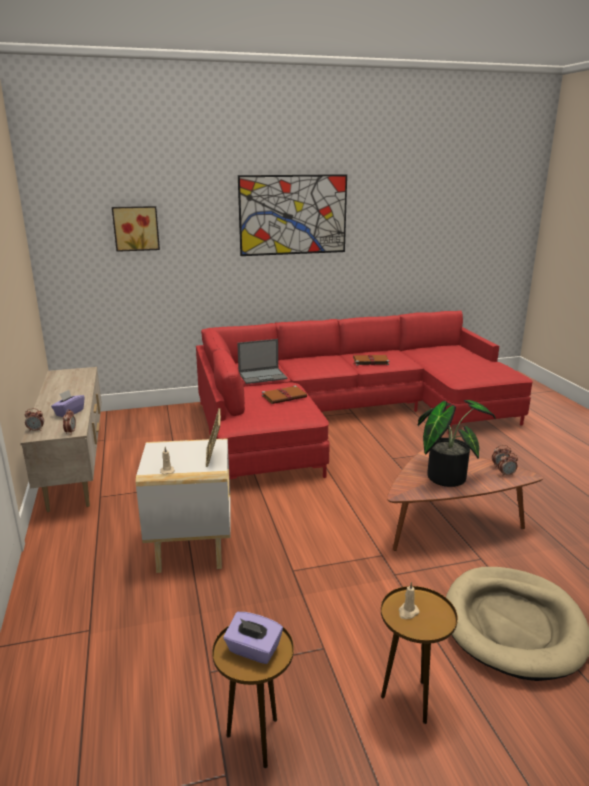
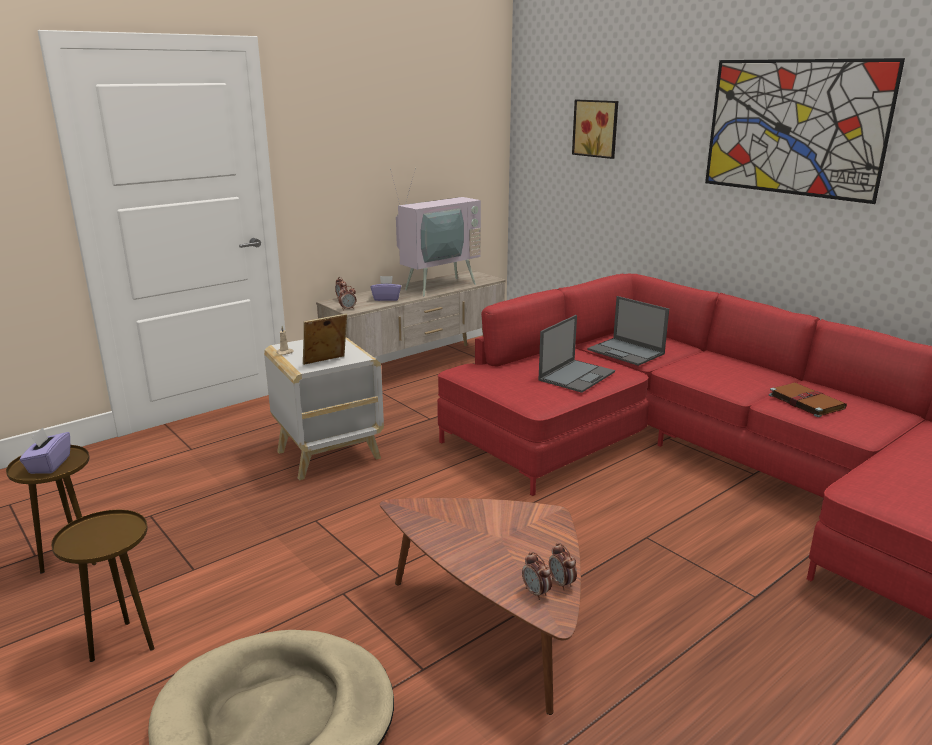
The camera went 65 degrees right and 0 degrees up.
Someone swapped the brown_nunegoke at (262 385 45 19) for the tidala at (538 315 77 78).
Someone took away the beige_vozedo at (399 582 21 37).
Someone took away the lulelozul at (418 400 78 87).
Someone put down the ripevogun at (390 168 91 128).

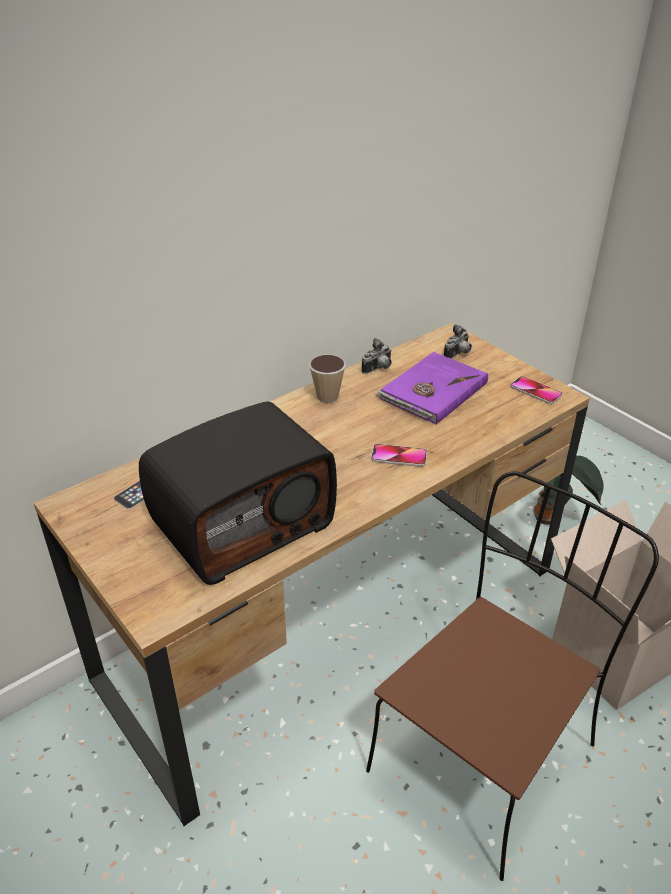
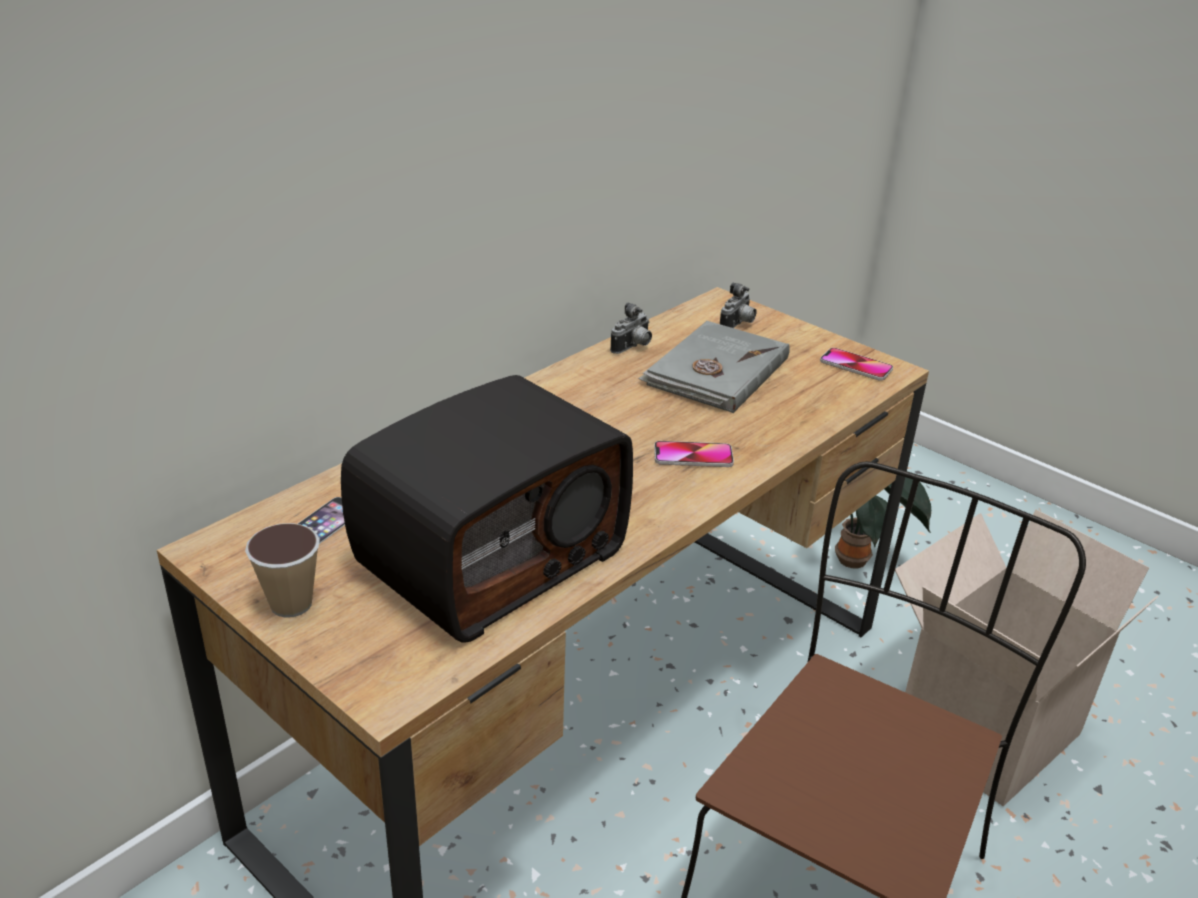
The camera went 10 degrees left and 5 degrees down.
Someone carried the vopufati from (309 355 37 48) to (245 523 75 95).
Someone repainted the purple_nunegoke at (375 352 113 72), which became the grey_nunegoke at (639 321 151 92).

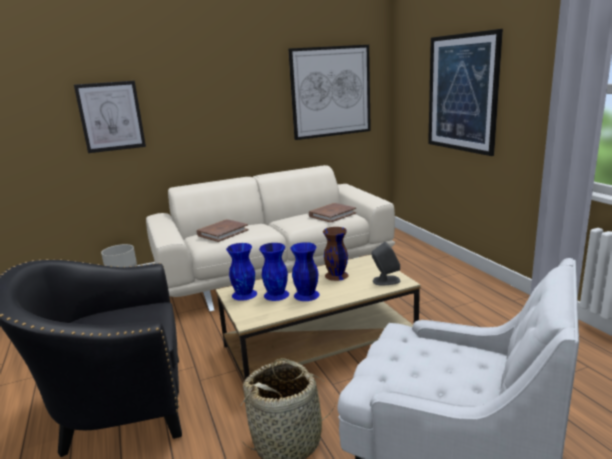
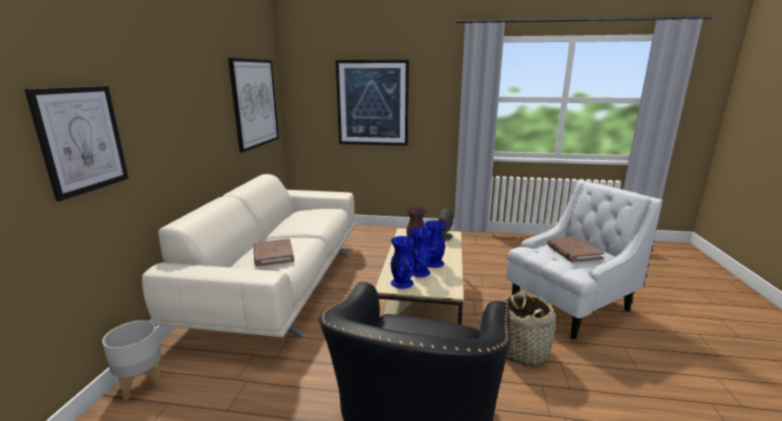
The camera went 60 degrees left and 0 degrees up.
Someone carried the brown_nunegoke from (309 203 47 20) to (547 236 58 26).

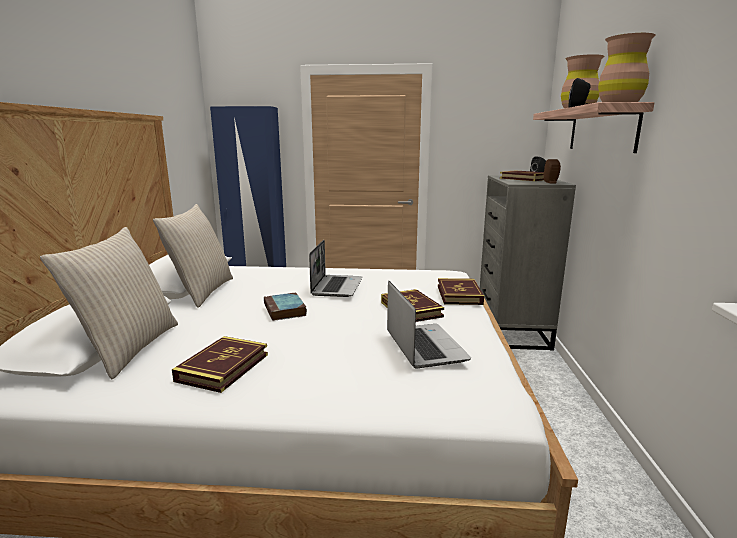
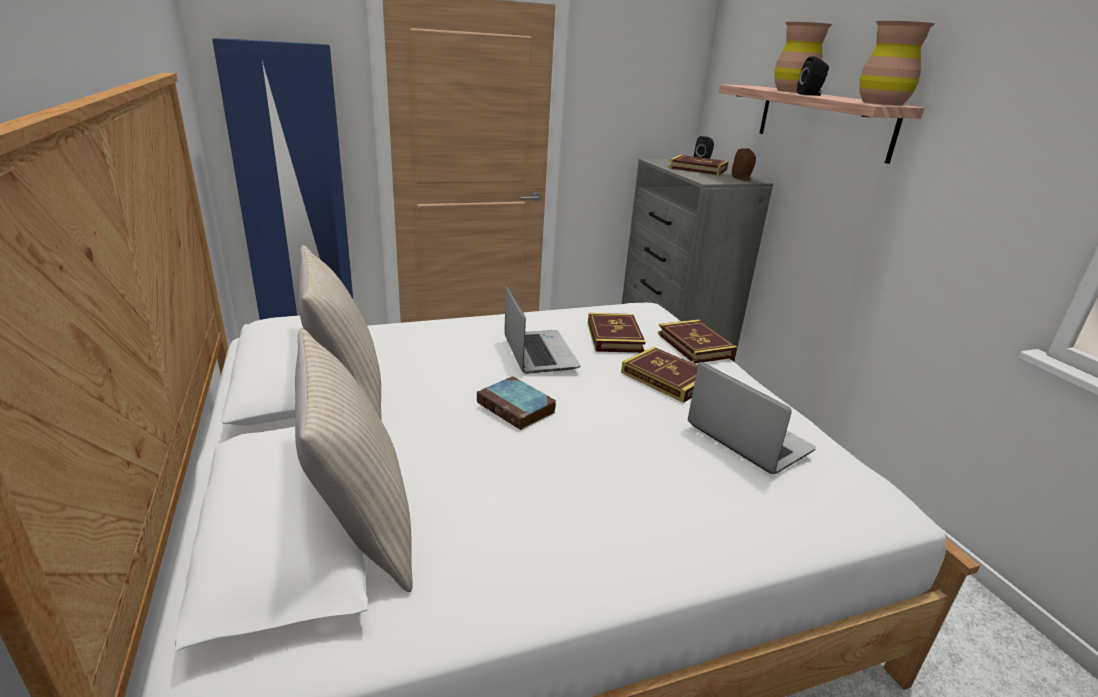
The camera went 25 degrees left and 10 degrees up.
Someone carried the nunegoke from (172 336 96 57) to (588 313 58 40).

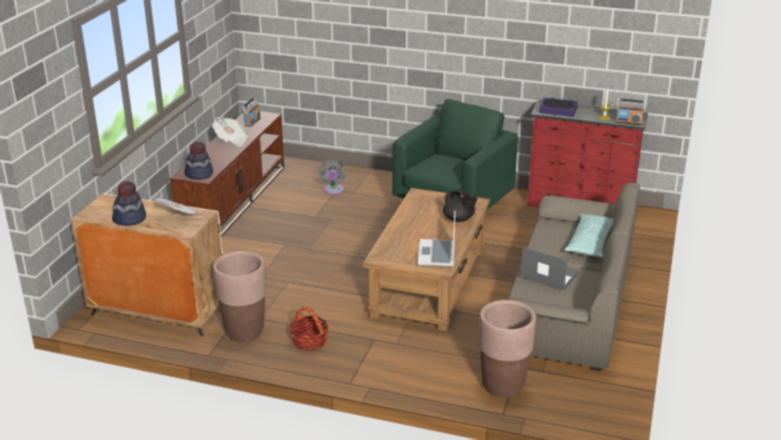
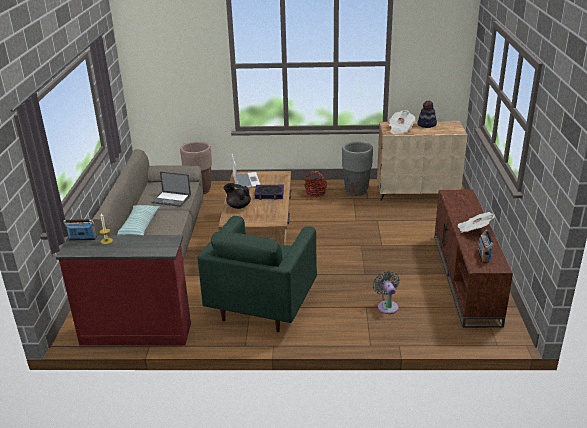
The camera went 165 degrees right and 0 degrees up.
Someone took away the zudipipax at (184 141 29 39).
Someone repainted the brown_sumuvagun at (213 251 54 91), which became the grey_sumuvagun at (342 141 31 55).
Someone carried the nunegoke from (539 98 39 19) to (254 185 30 15).

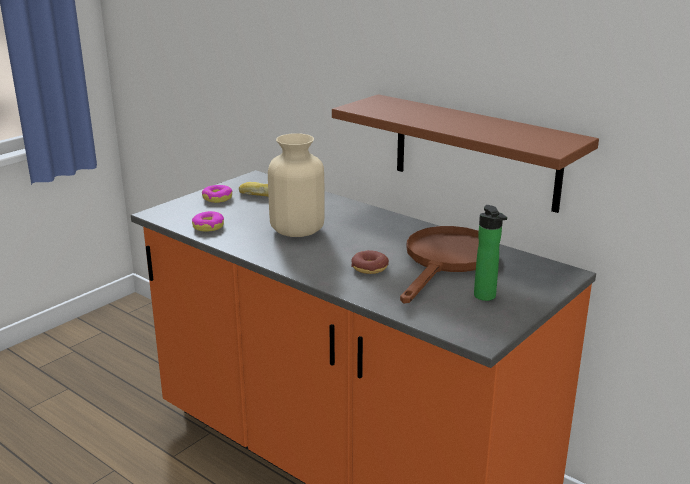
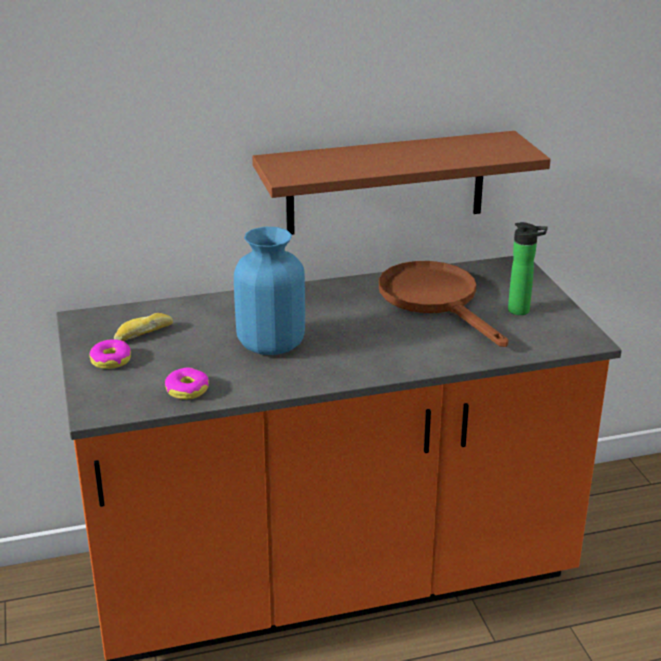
The camera went 55 degrees left and 5 degrees up.
Someone repainted the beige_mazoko at (268 134 57 103), which became the blue_mazoko at (234 227 71 128).
Someone took away the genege at (351 250 38 24).

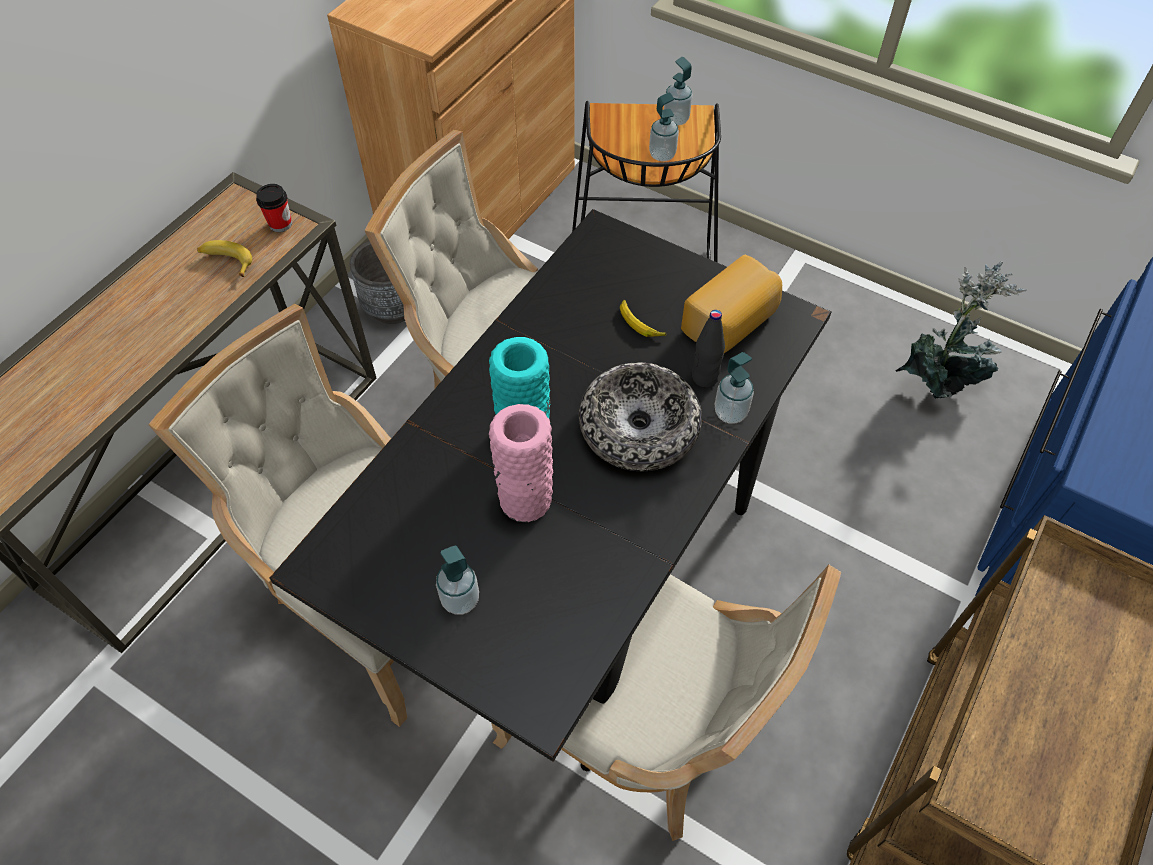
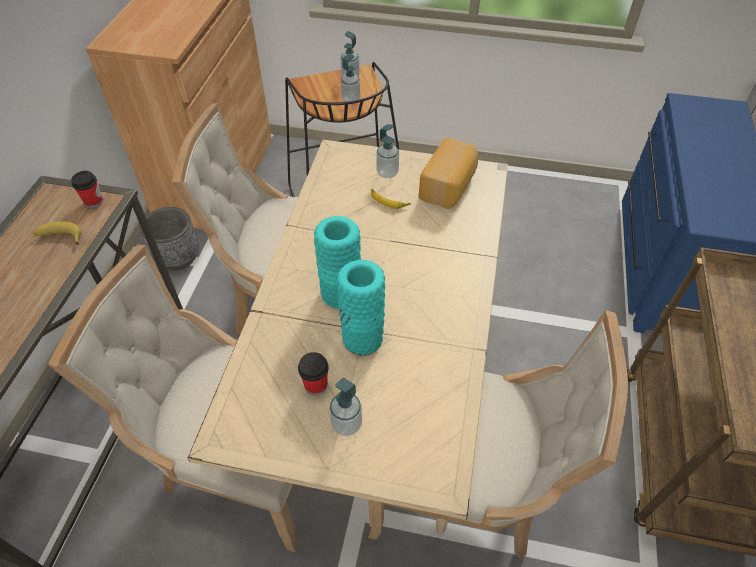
The camera went 20 degrees left and 5 degrees down.
Someone repainted the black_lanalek at (270 209 561 562), which became the beige_lanalek at (188 140 320 393).
Someone repainted the pink_mazoko at (489 404 64 118), which became the turquoise_mazoko at (337 260 48 96).
Someone took away the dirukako at (579 363 123 108).
Someone took away the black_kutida at (692 310 33 77).
Someone carried the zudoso from (715 352 39 72) to (376 124 23 54).
Someone took away the lulelozul at (896 261 130 138).
Someone put down the vopufati at (298 352 31 43).

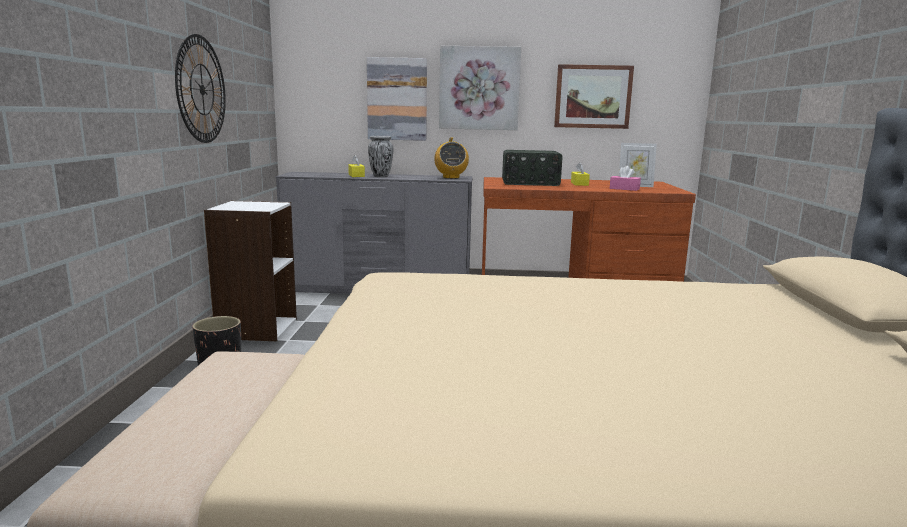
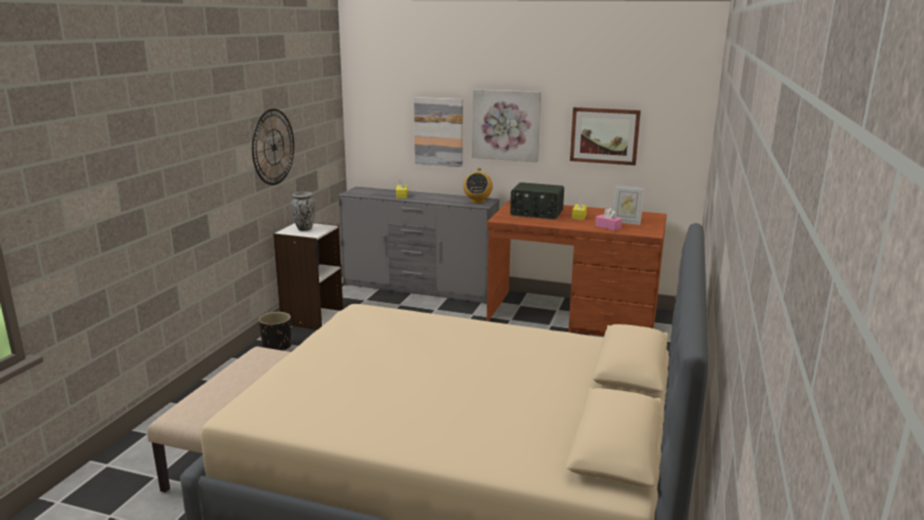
The camera went 15 degrees right and 5 degrees up.
Someone carried the mazoko from (368 136 25 41) to (291 192 24 39).

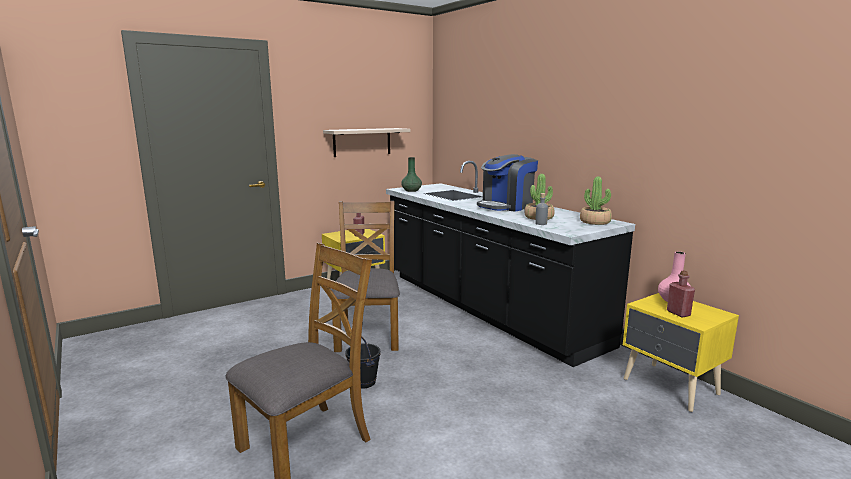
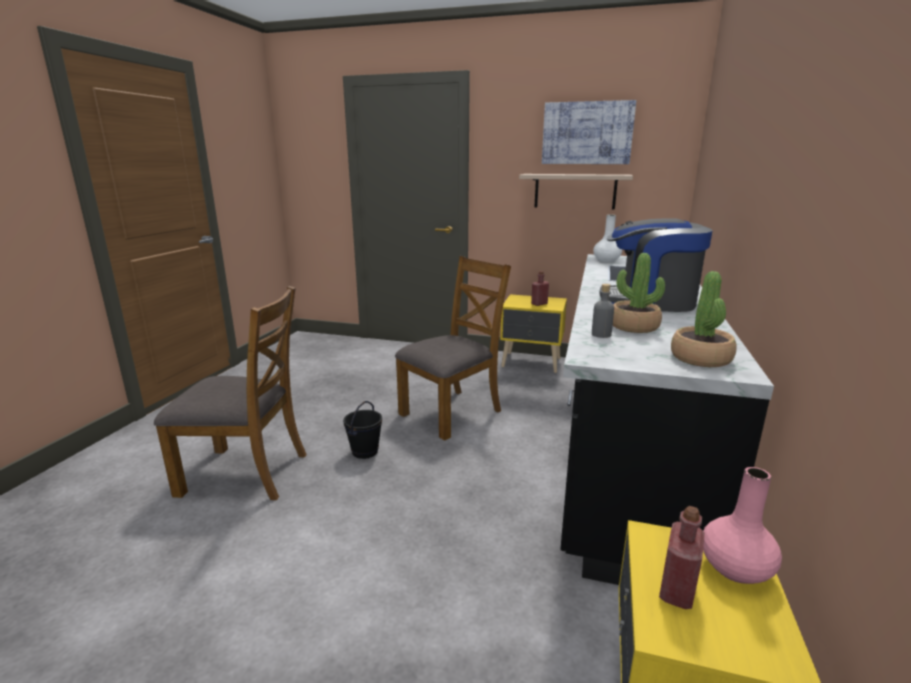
The camera went 50 degrees right and 5 degrees up.
Someone repainted the green_mazoko at (401 157 21 35), which became the white_mazoko at (593 215 29 47).
Someone put up the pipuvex at (542 100 94 64).

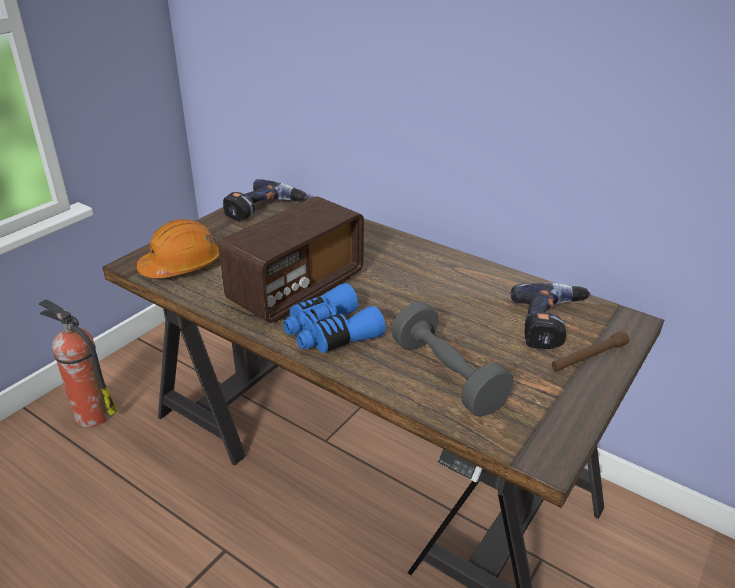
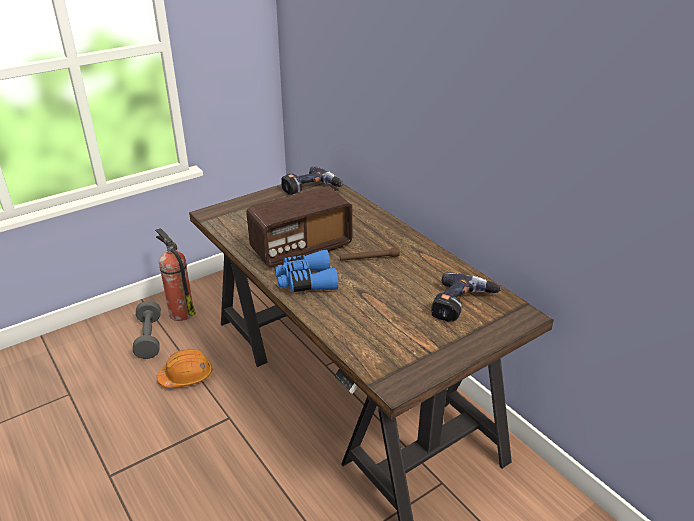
The camera went 20 degrees right and 0 degrees up.
Someone carried the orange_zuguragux from (137 219 82 59) to (157 349 55 39).
Someone carried the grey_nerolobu from (391 301 122 116) to (133 301 28 58).
Someone carried the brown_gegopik from (552 331 77 40) to (340 248 60 13).

